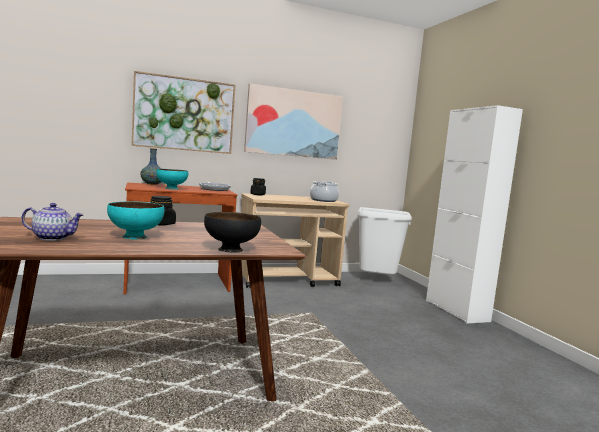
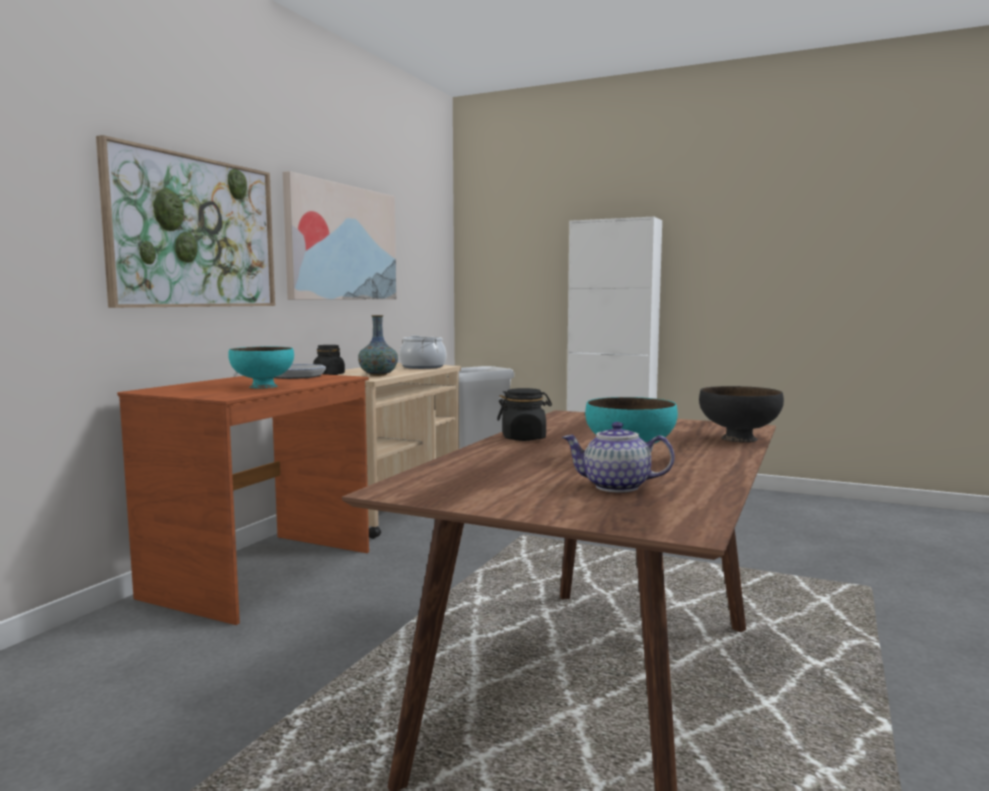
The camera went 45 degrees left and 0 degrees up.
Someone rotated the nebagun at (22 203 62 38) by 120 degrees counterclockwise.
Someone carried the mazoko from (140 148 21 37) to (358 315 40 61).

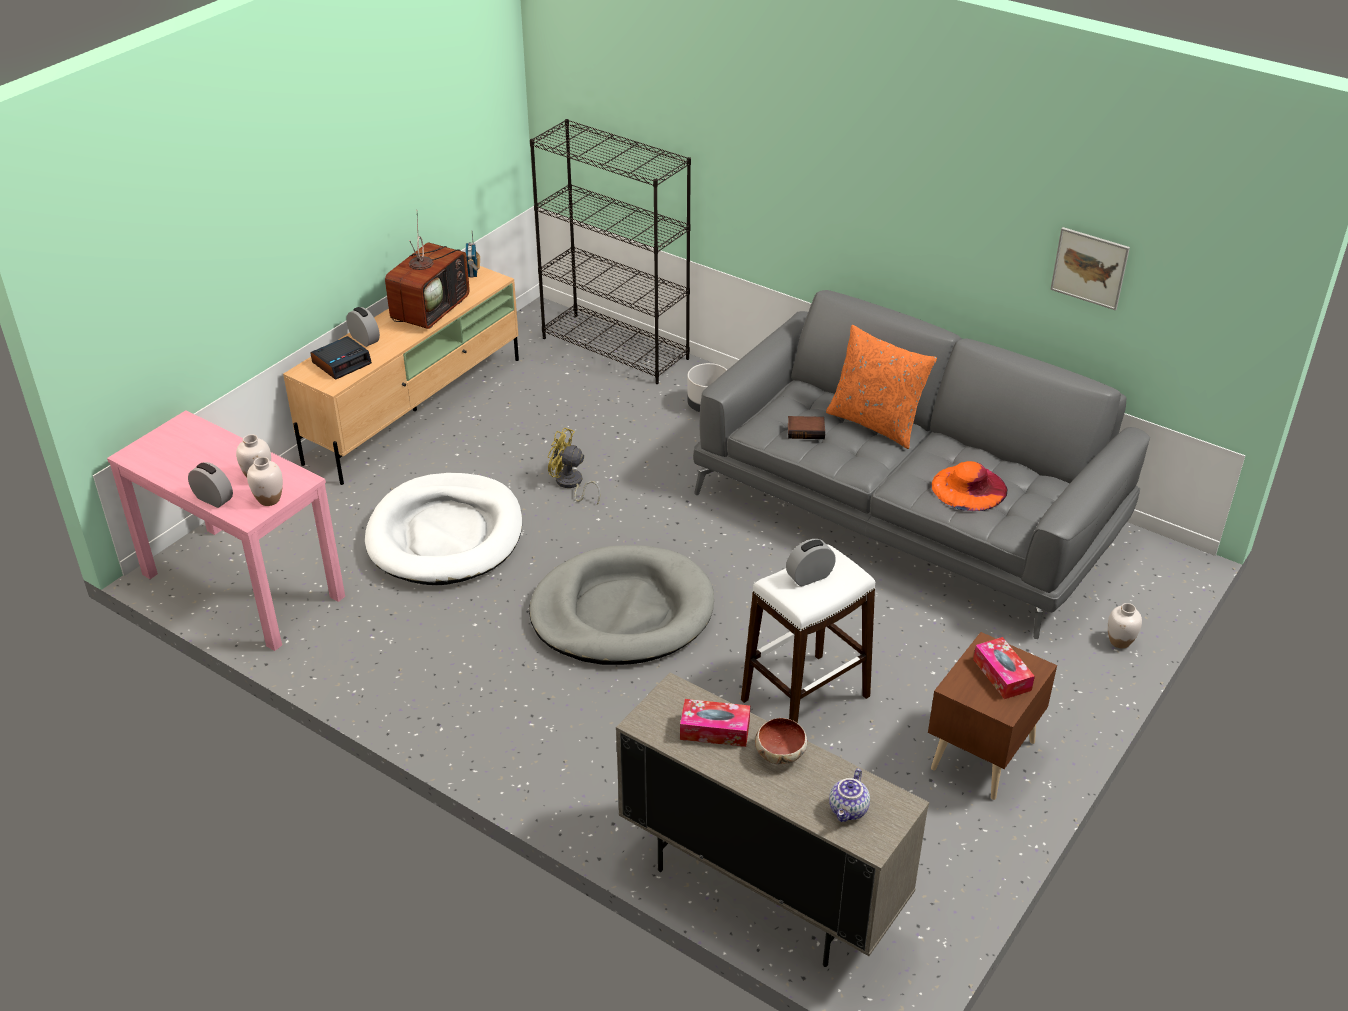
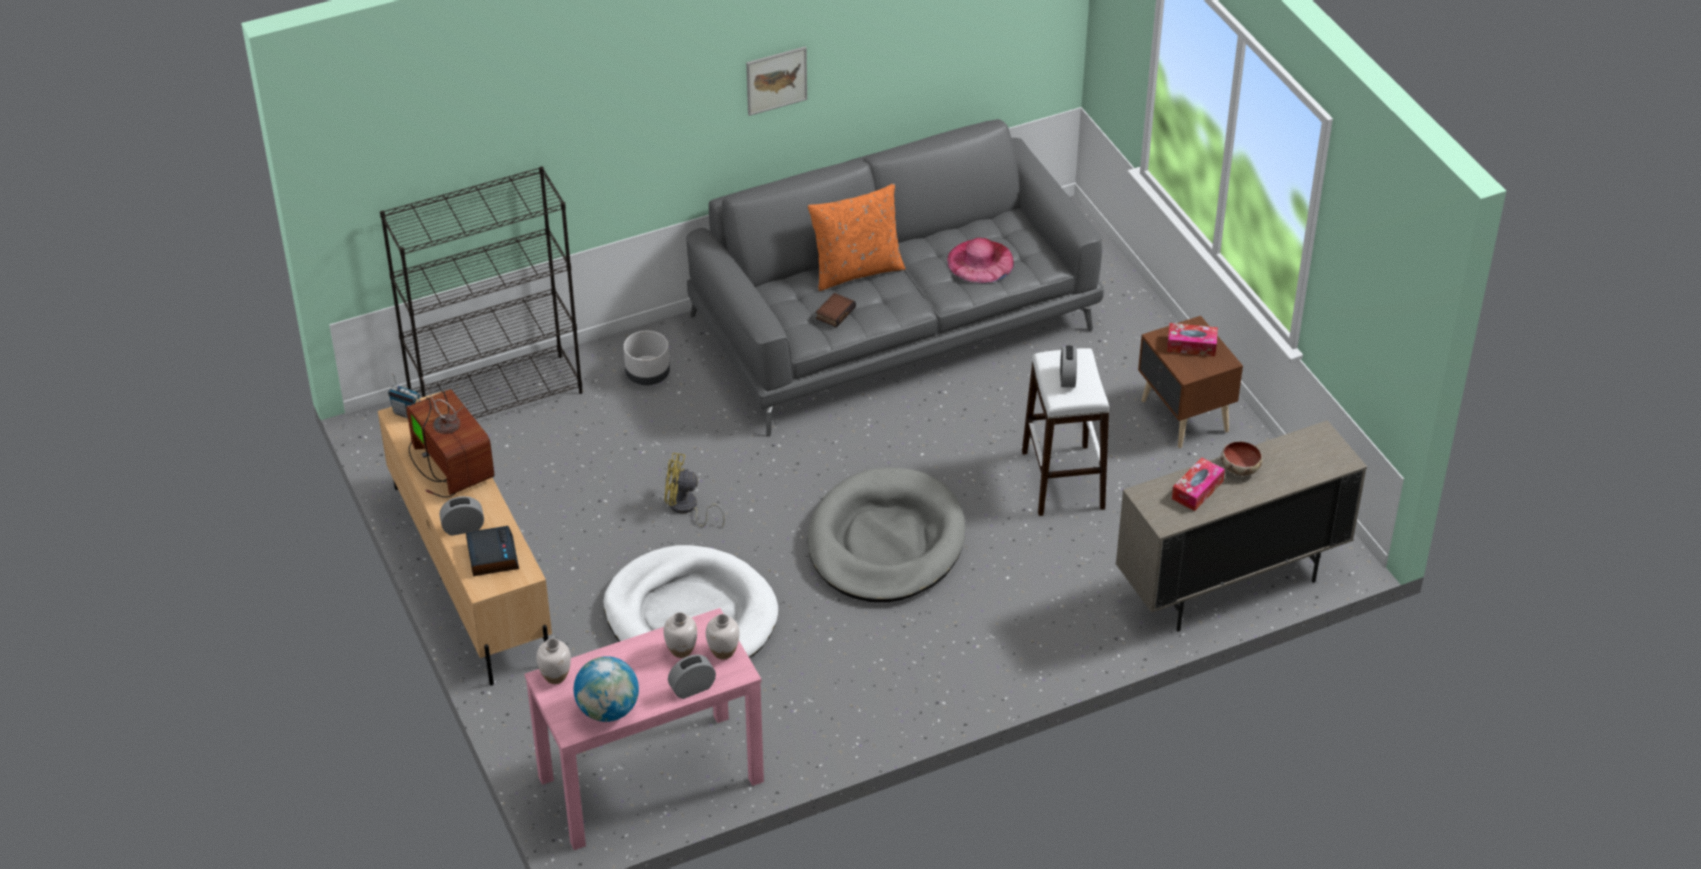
The camera went 60 degrees left and 5 degrees up.
Someone rotated the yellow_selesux at (548 428 53 77) by 45 degrees clockwise.
Someone took away the nebagun at (829 769 41 53).
Someone repainted the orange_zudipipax at (931 461 76 50), which became the pink_zudipipax at (947 238 67 45).
Someone carried the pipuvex from (1050 227 80 83) to (746 47 61 69).
Someone carried the white_mazoko from (1108 603 34 45) to (536 638 35 46).
Someone put down the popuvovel at (574 656 65 66).

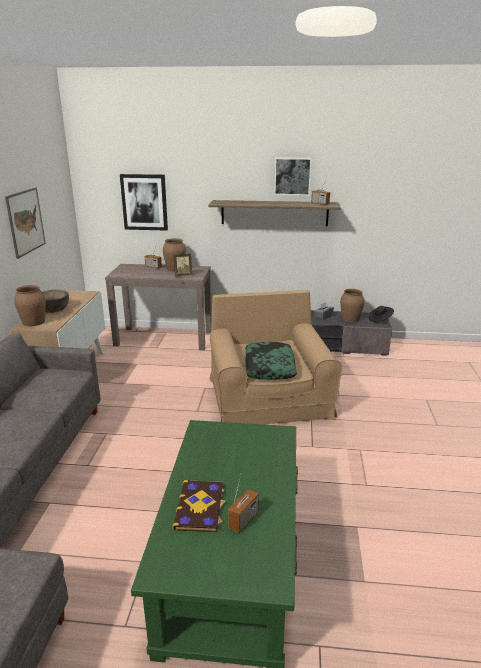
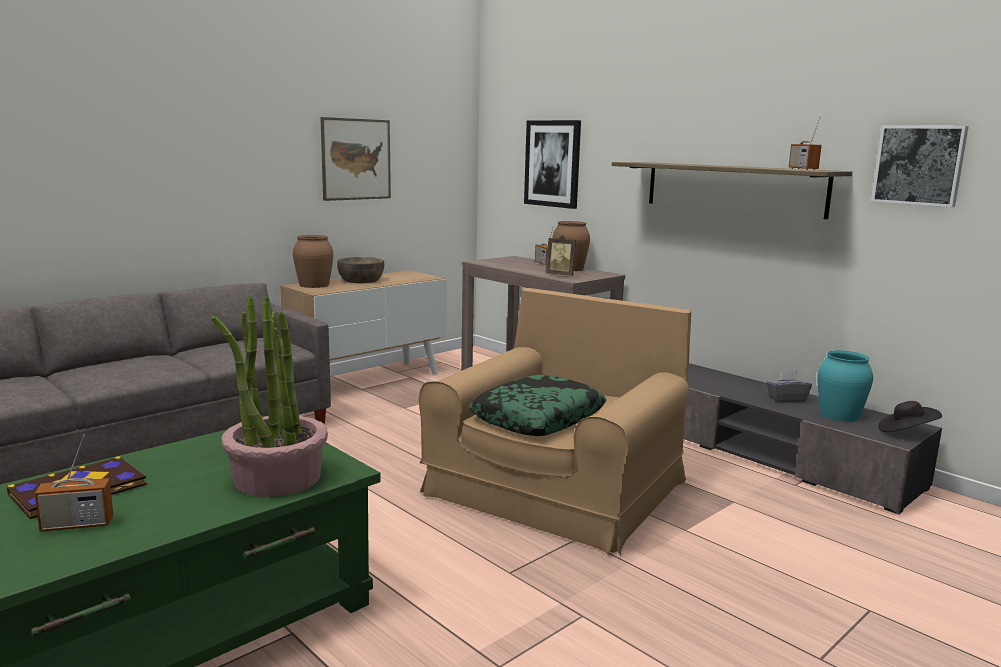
The camera went 40 degrees right and 10 degrees down.
Someone carried the pipuvex from (274 157 38 39) to (871 125 98 82).
Someone repainted the brown_mazoko at (340 289 25 33), which became the turquoise_mazoko at (817 350 56 72).
Someone put down the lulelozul at (211 295 117 202).

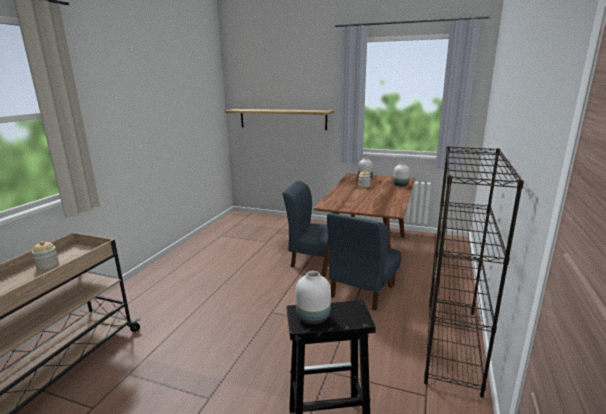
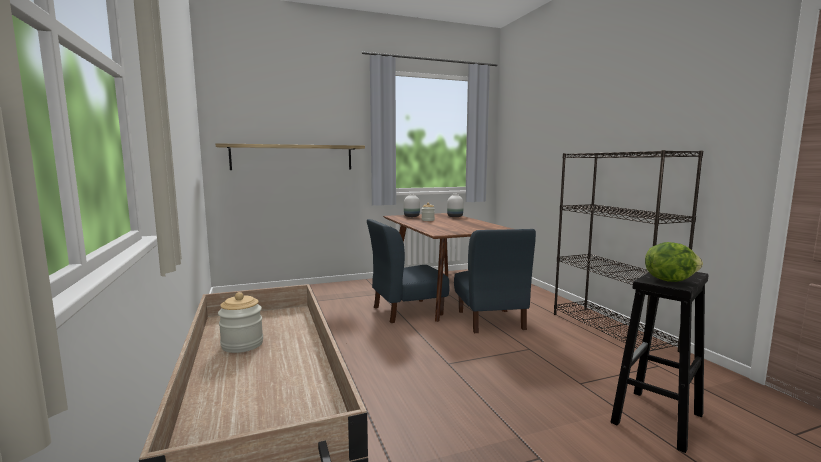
The camera went 40 degrees left and 10 degrees down.
Someone swapped the white_mazoko at (295 271 36 54) for the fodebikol at (645 242 58 40).

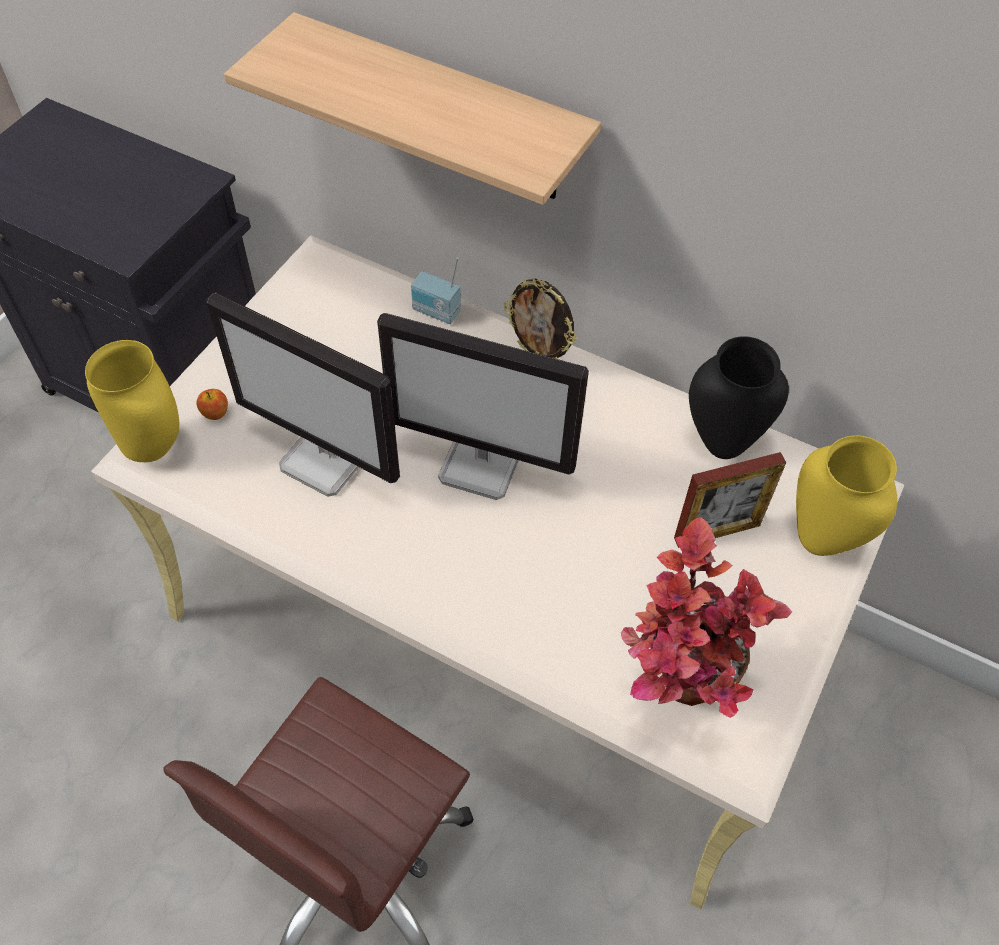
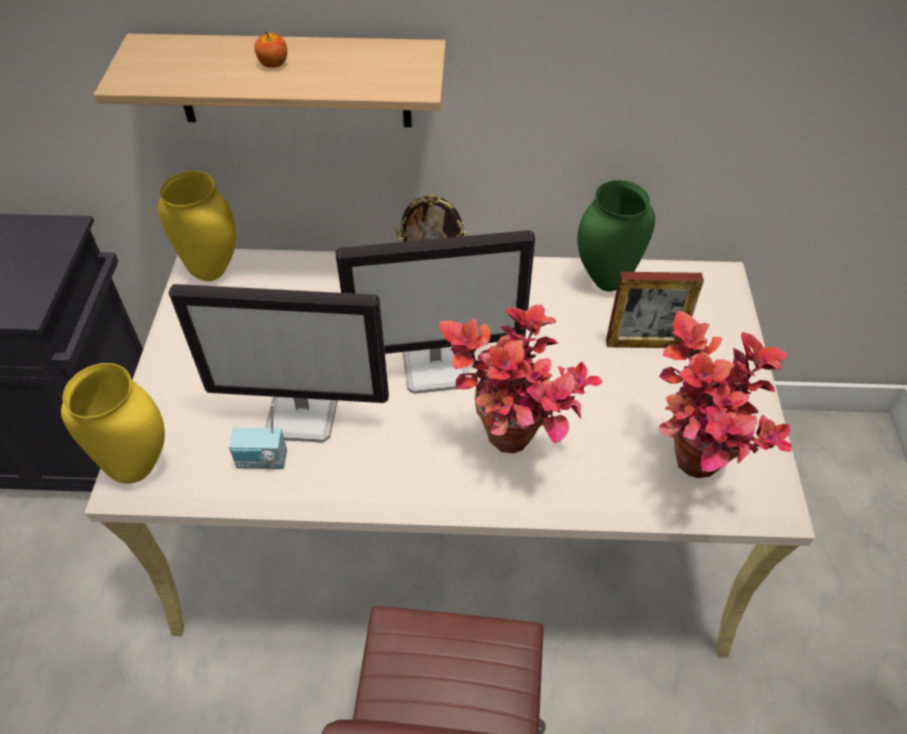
The camera went 25 degrees left and 5 degrees down.
Someone carried the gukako from (196 389 32 31) to (254 31 33 37).
Someone carried the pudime from (411 257 50 67) to (229 404 58 65).
Someone rotated the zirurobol at (674 452 112 96) by 45 degrees clockwise.
Someone repainted the black_mazoko at (689 336 100 123), which became the green_mazoko at (577 180 78 112).
Someone carried the yellow_mazoko from (796 435 101 121) to (157 170 79 111).
Someone put down the lulelozul at (439 304 164 149).

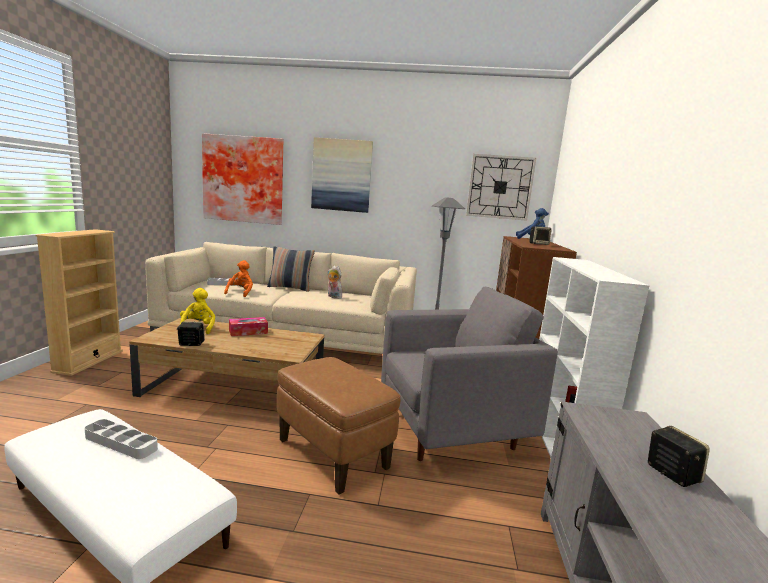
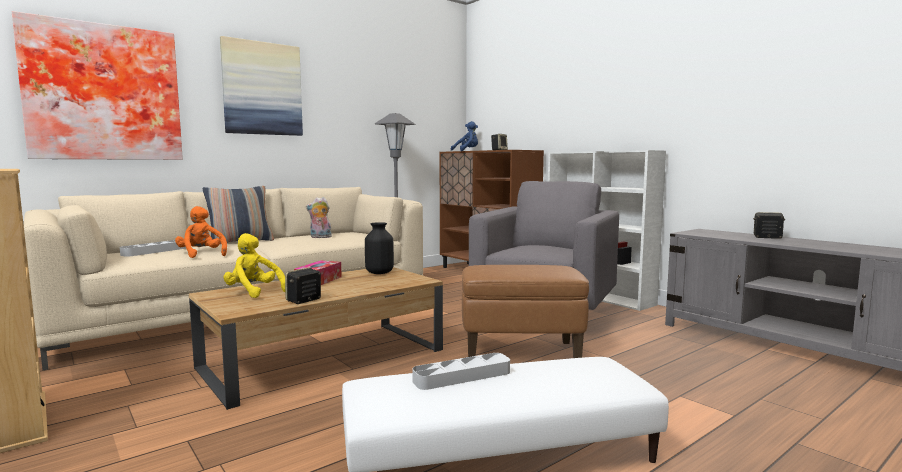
The camera went 45 degrees left and 5 degrees down.
Someone took away the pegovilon at (466 154 70 67).
Someone put down the black_mazoko at (365 222 29 52).

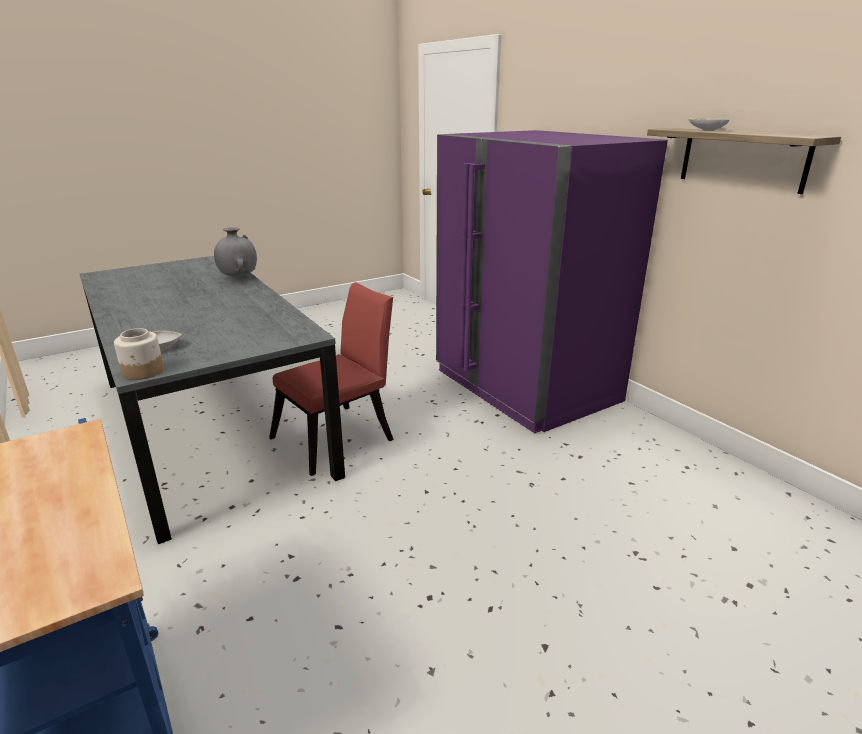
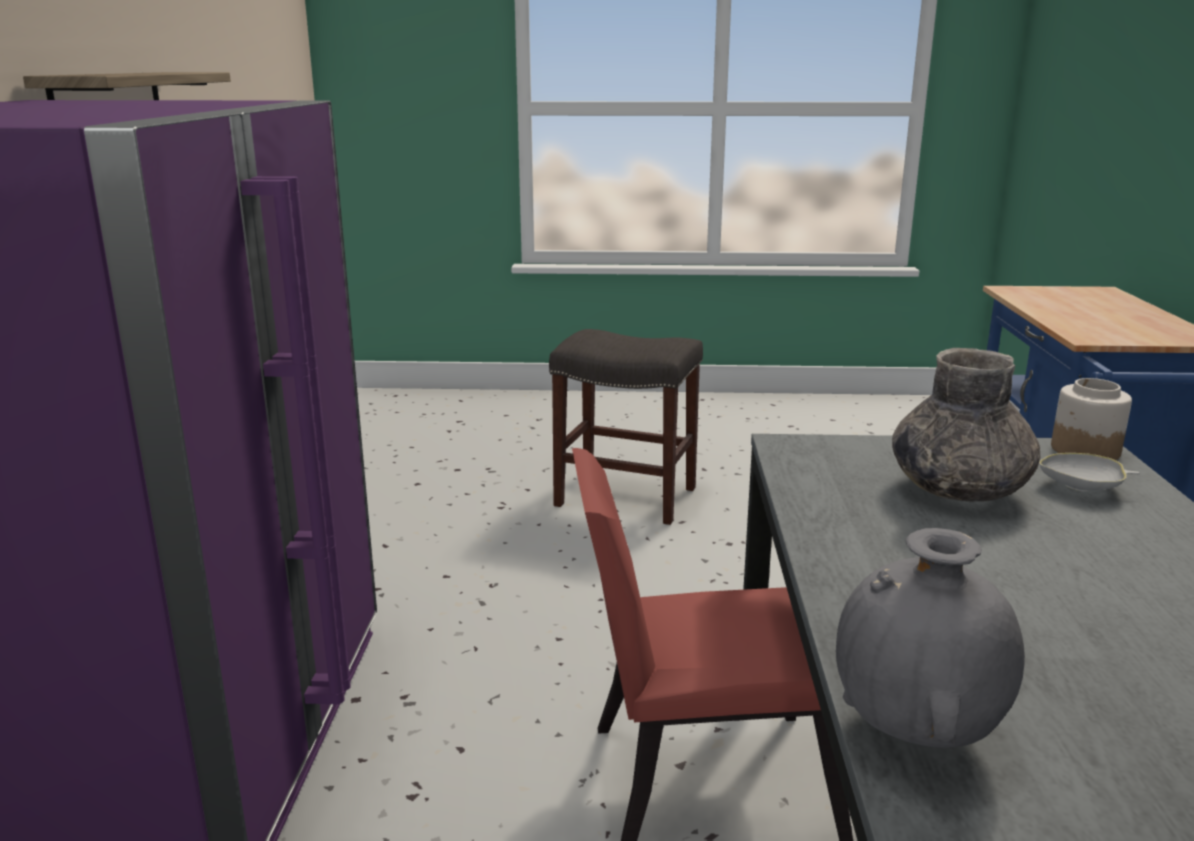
The camera went 145 degrees left and 5 degrees down.
Someone took away the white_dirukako at (689 118 40 13).
Someone put down the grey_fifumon at (549 329 154 196).
Someone put down the grey_mazoko at (892 348 148 154).

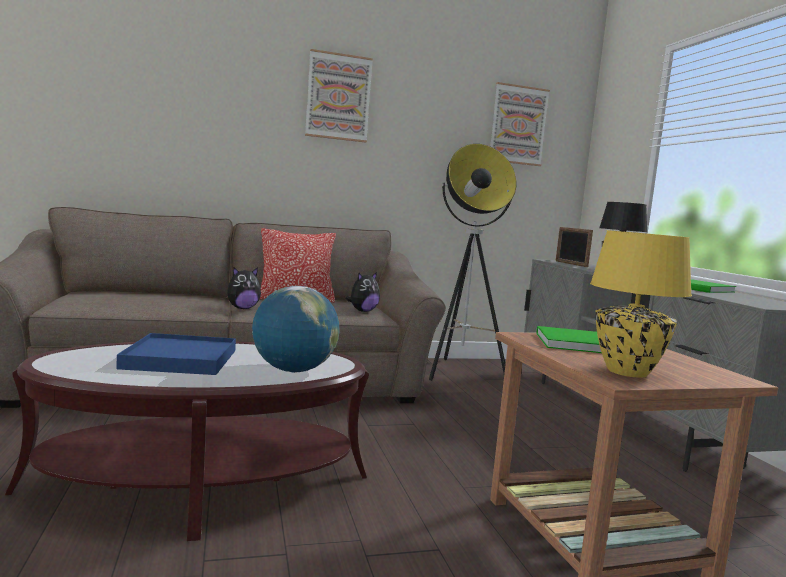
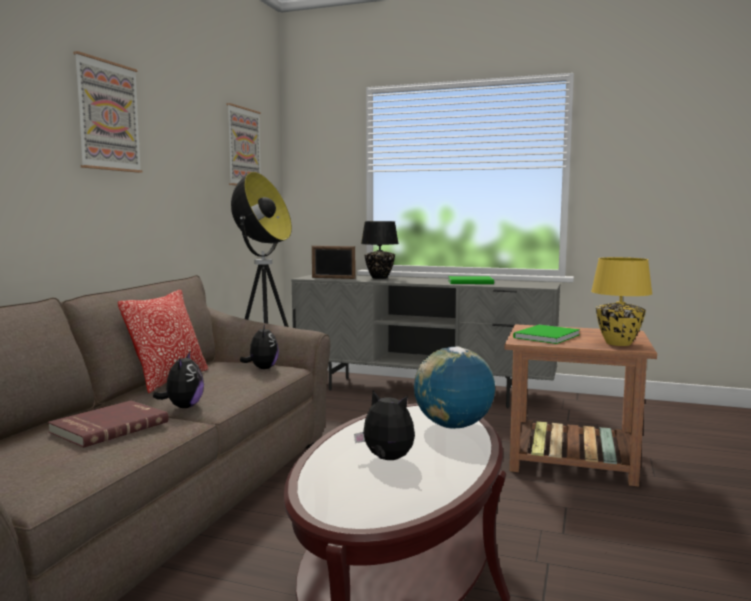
The camera went 55 degrees left and 0 degrees up.
Someone swapped the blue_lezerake at (117 333 119 42) for the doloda at (354 391 61 69).
Someone put down the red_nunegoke at (48 401 121 47).

